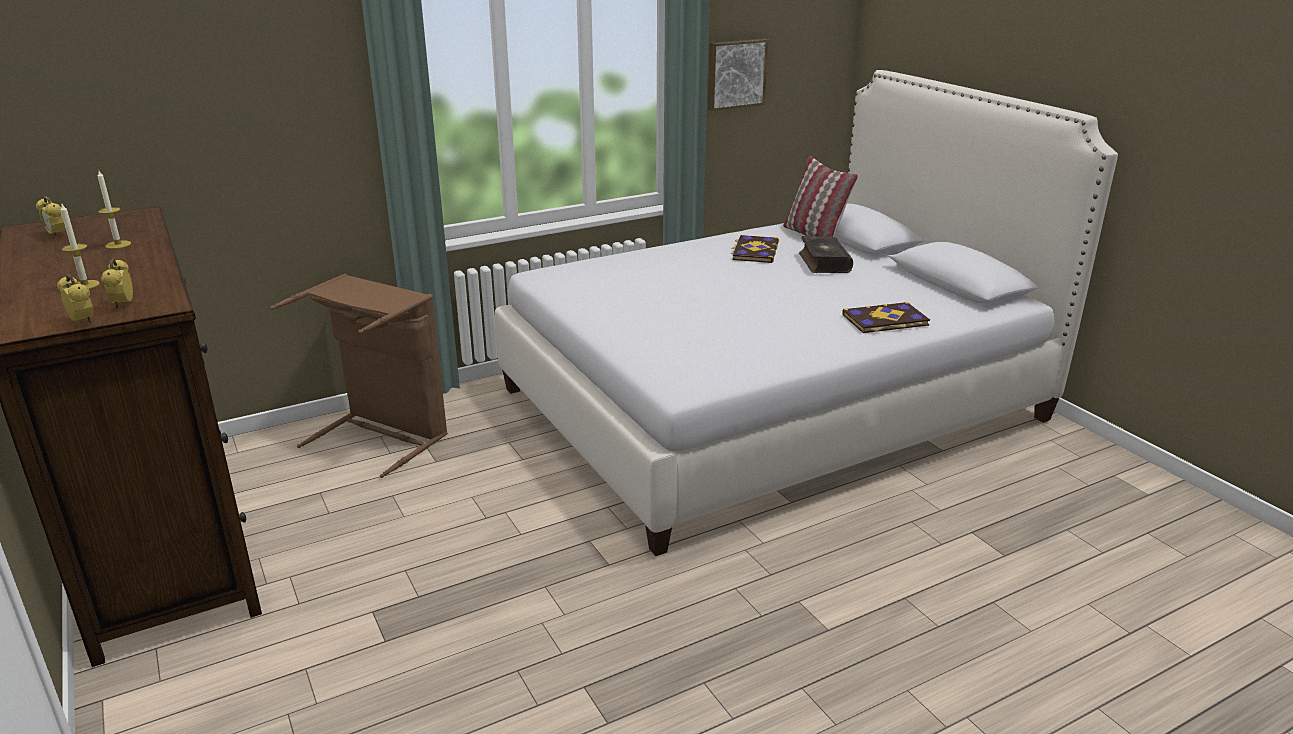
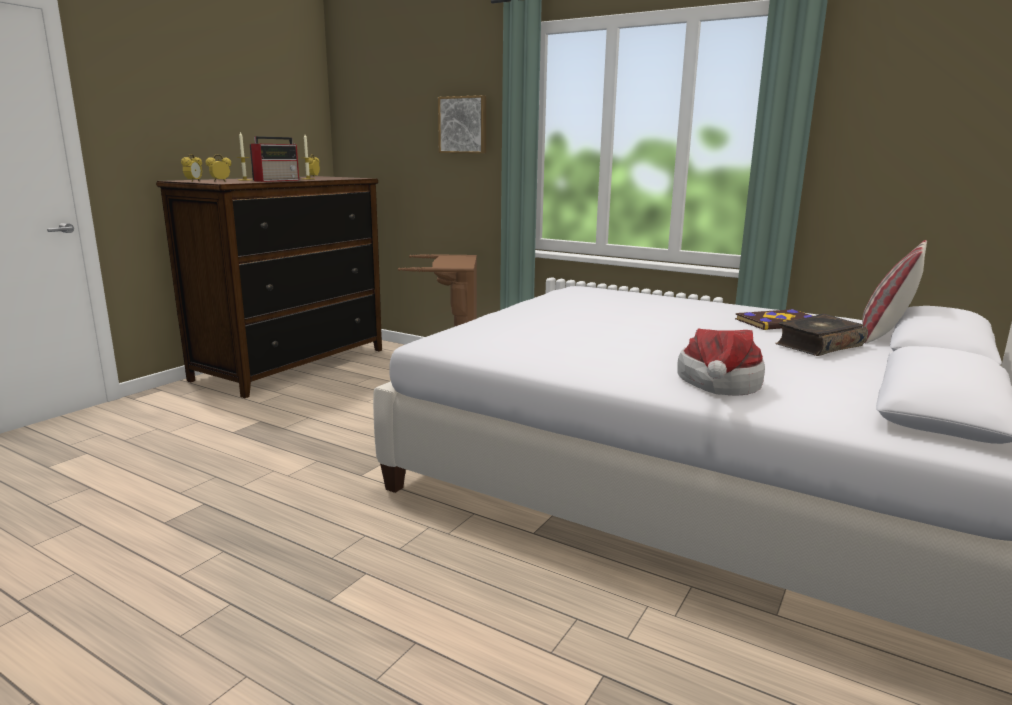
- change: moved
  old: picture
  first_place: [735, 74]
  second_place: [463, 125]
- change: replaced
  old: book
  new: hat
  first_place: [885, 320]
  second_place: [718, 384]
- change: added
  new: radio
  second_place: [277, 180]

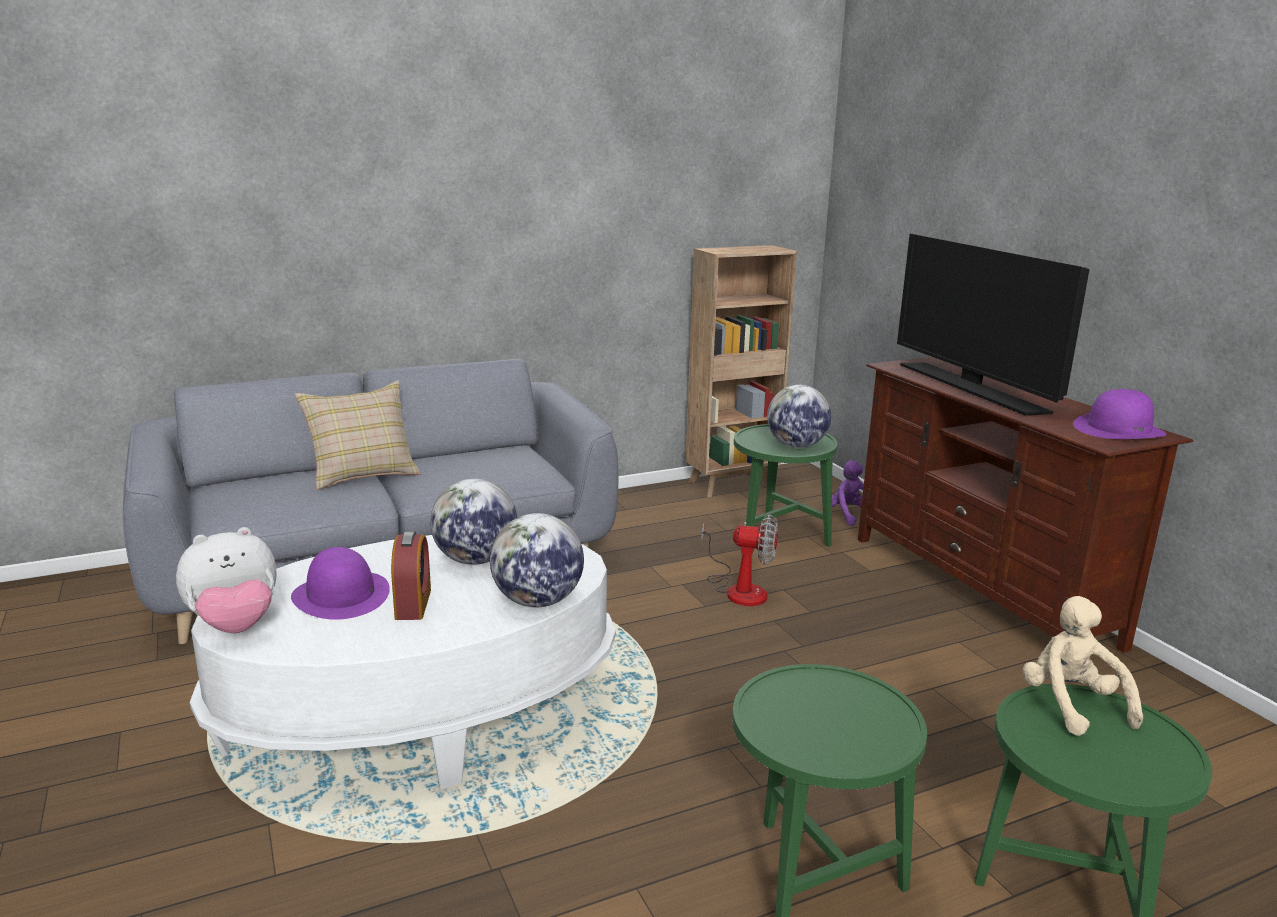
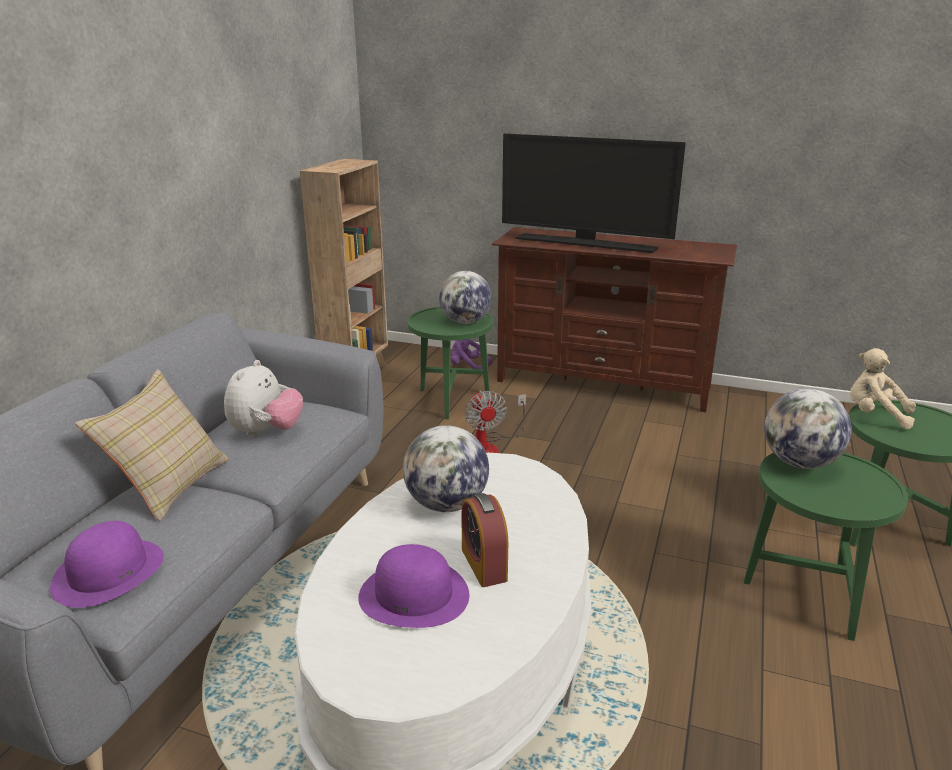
- change: moved
  old: plush toy
  first_place: [235, 625]
  second_place: [266, 432]
- change: turned
  old: alarm clock
  first_place: [413, 604]
  second_place: [484, 564]
  degrees: -150
- change: moved
  old: globe
  first_place: [537, 601]
  second_place: [800, 463]
- change: turned
  old: fan
  first_place: [739, 589]
  second_place: [489, 447]
  degrees: 105
- change: moved
  old: purple hat
  first_place: [1118, 429]
  second_place: [109, 571]

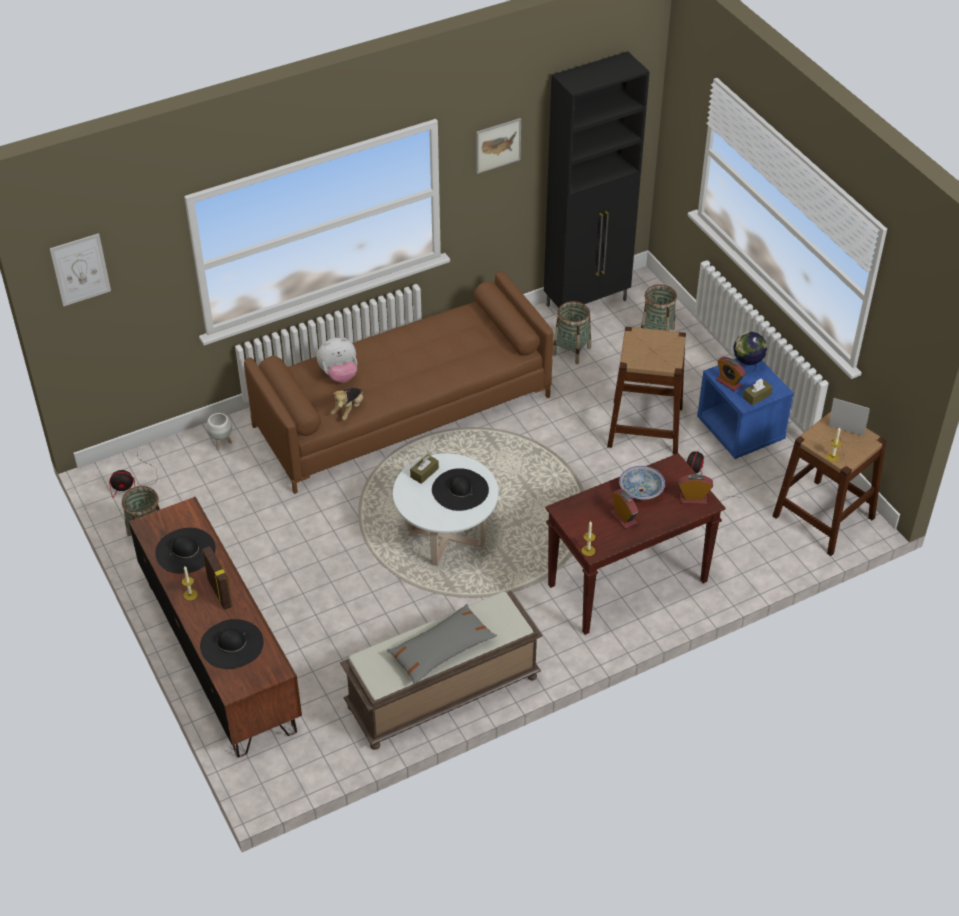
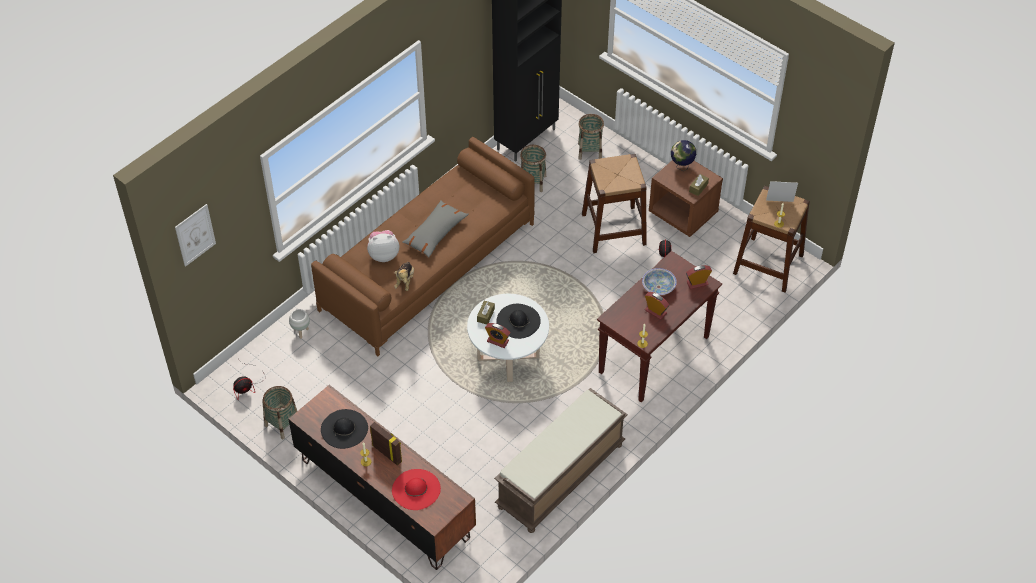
- change: recoloured
  old: black hat
  new: red hat
  first_place: [231, 644]
  second_place: [416, 489]
- change: turned
  old: plush toy
  first_place: [339, 375]
  second_place: [383, 254]
  degrees: -150
- change: moved
  old: grey pillow
  first_place: [441, 650]
  second_place: [435, 233]
- change: removed
  old: picture
  first_place: [498, 145]
- change: recoloured
  old: blue nightstand
  new: brown nightstand
  first_place: [740, 431]
  second_place: [683, 213]
- change: moved
  old: alarm clock
  first_place: [729, 383]
  second_place: [497, 341]

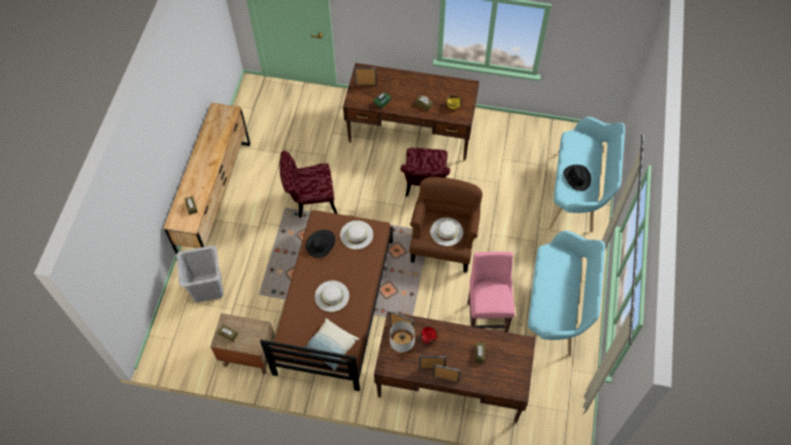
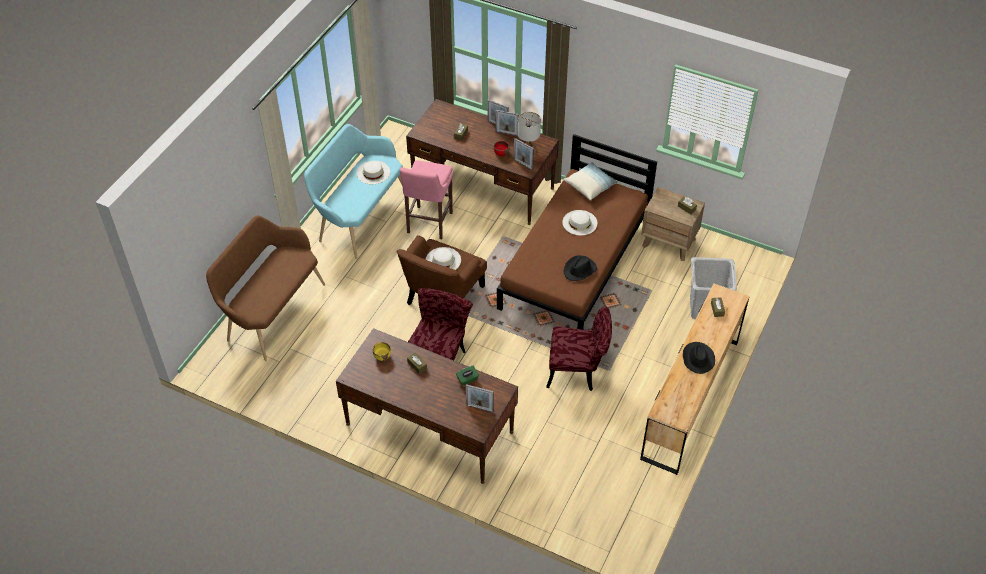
- change: moved
  old: white hat
  first_place: [356, 234]
  second_place: [373, 172]
- change: recoloured
  old: turquoise bench
  new: brown bench
  first_place: [578, 193]
  second_place: [271, 312]
- change: moved
  old: black hat
  first_place: [577, 178]
  second_place: [697, 358]

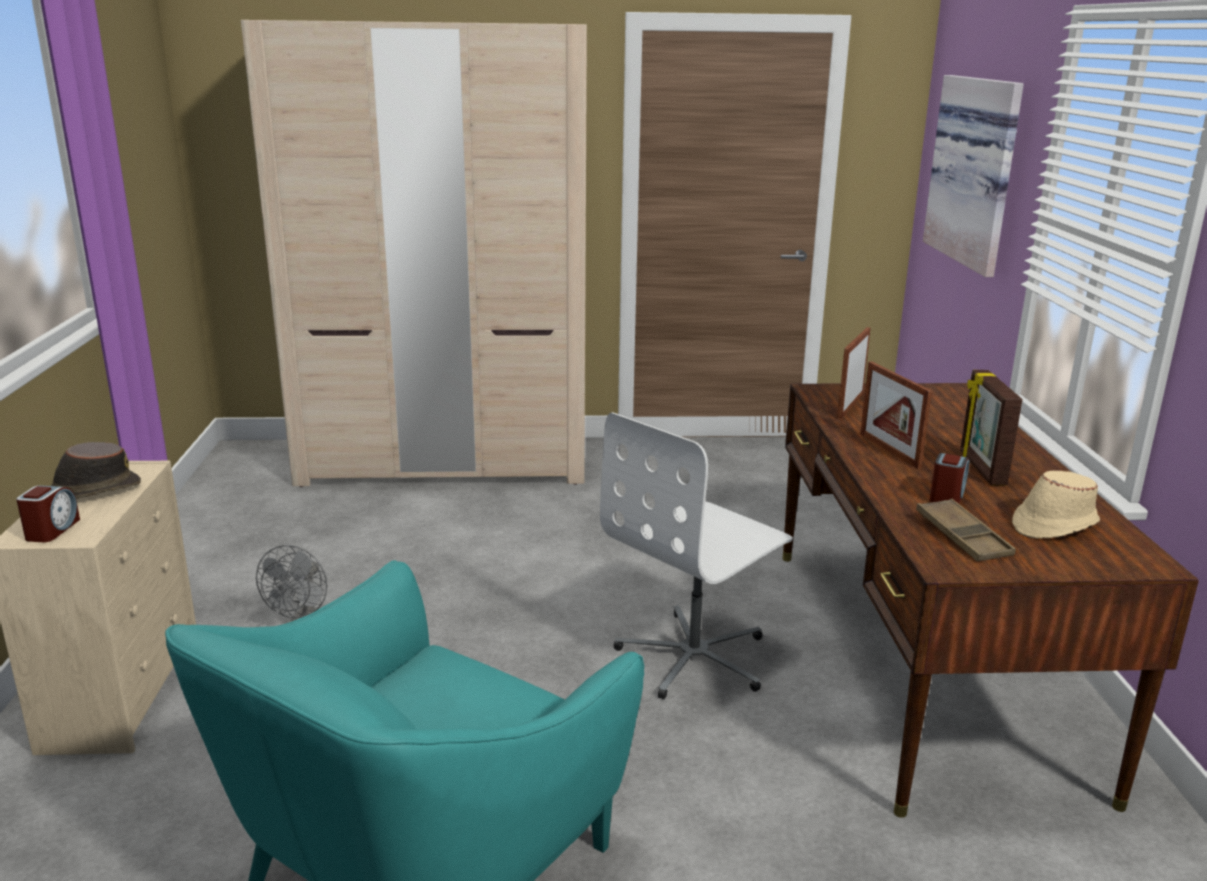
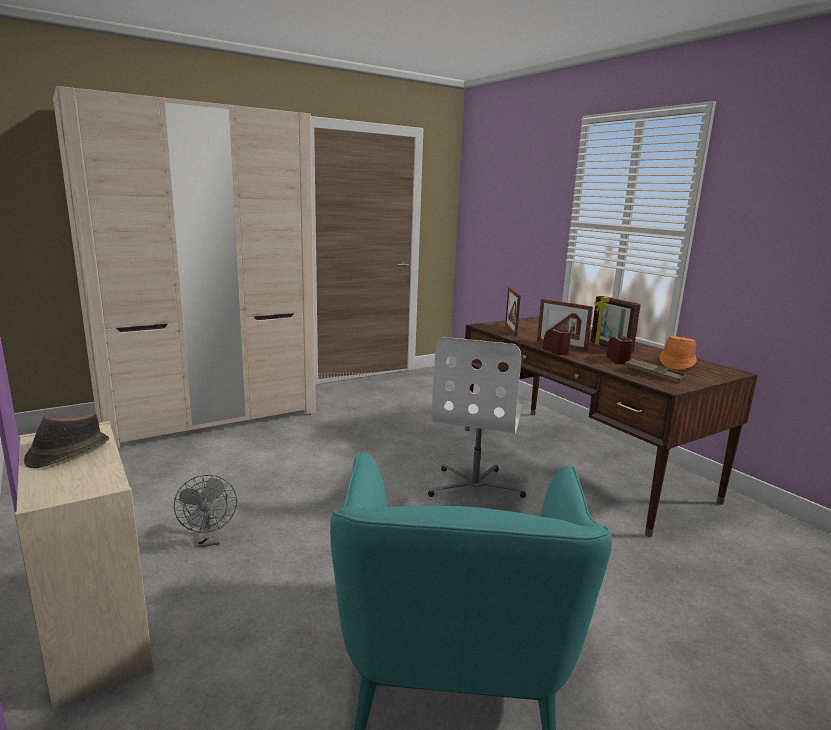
- change: moved
  old: alarm clock
  first_place: [52, 530]
  second_place: [556, 351]
- change: removed
  old: picture
  first_place: [978, 171]
- change: recoloured
  old: beige hat
  new: orange hat
  first_place: [1053, 525]
  second_place: [676, 364]

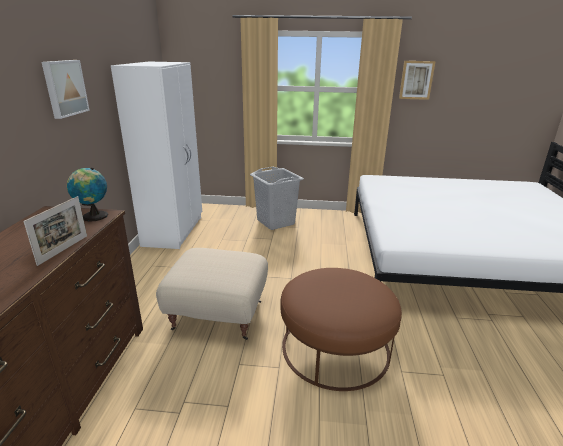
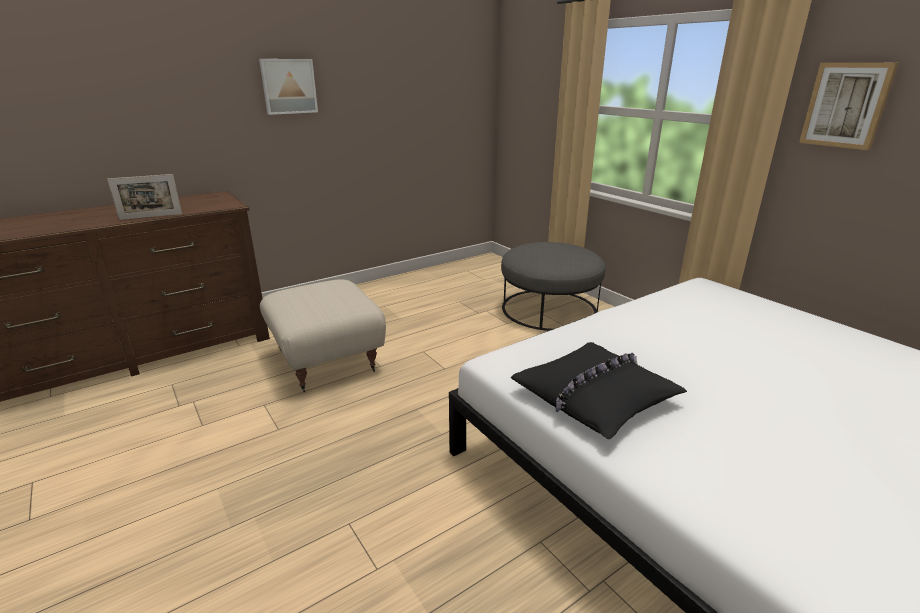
- change: removed
  old: globe
  first_place: [93, 217]
- change: removed
  old: white wardrobe
  first_place: [174, 231]
- change: replaced
  old: grey laundry basket
  new: grey ottoman
  first_place: [275, 222]
  second_place: [548, 309]
- change: removed
  old: brown ottoman
  first_place: [335, 347]
- change: added
  new: black pillow
  second_place: [595, 398]

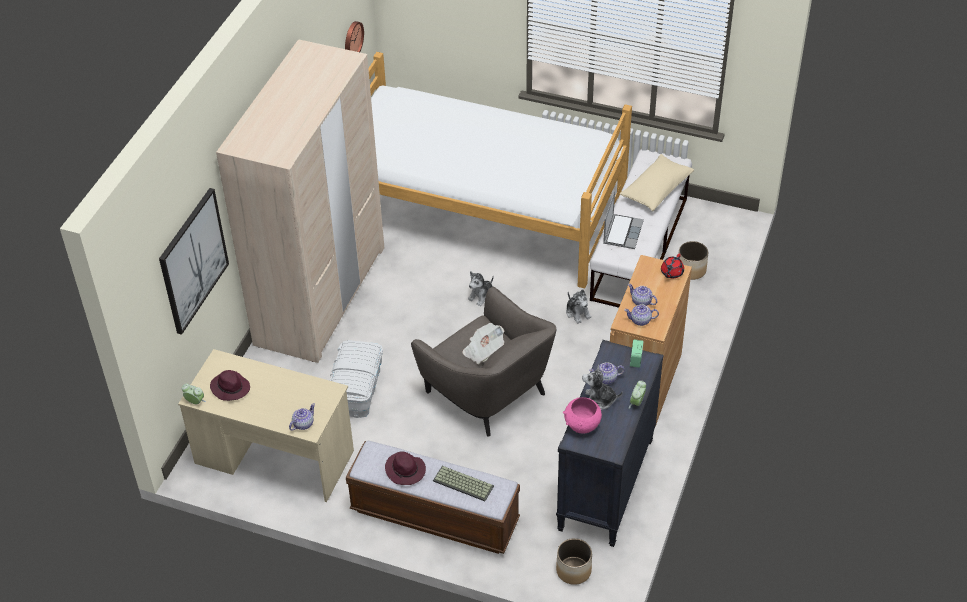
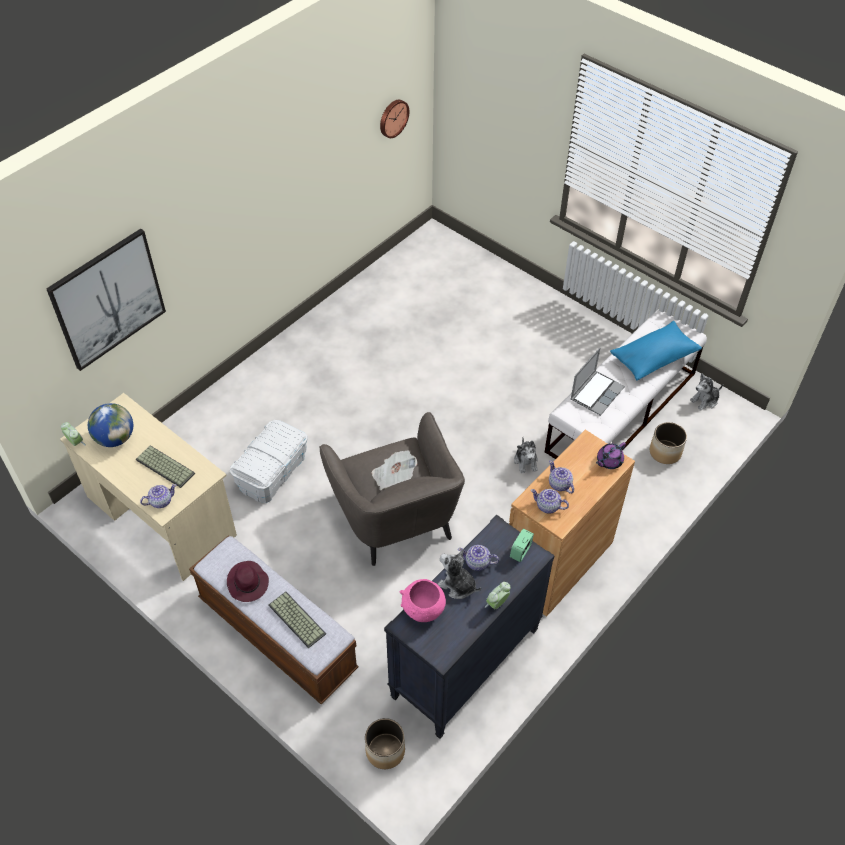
- change: replaced
  old: purple hat
  new: globe
  first_place: [230, 388]
  second_place: [115, 438]
- change: removed
  old: beige wardrobe
  first_place: [320, 295]
- change: removed
  old: bed
  first_place: [479, 210]
- change: moved
  old: plush toy
  first_place: [482, 296]
  second_place: [705, 400]
- change: recoloured
  old: beige pillow
  new: blue pillow
  first_place: [656, 190]
  second_place: [653, 358]
- change: recoloured
  old: red teapot
  new: purple teapot
  first_place: [671, 273]
  second_place: [609, 461]
- change: added
  new: keyboard
  second_place: [164, 467]

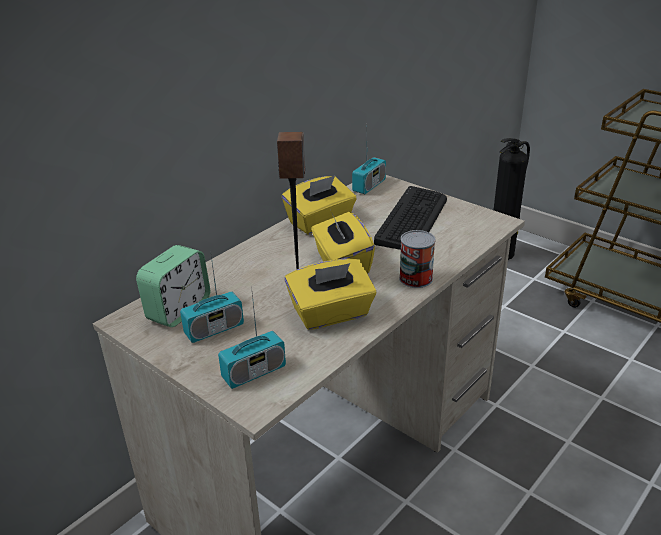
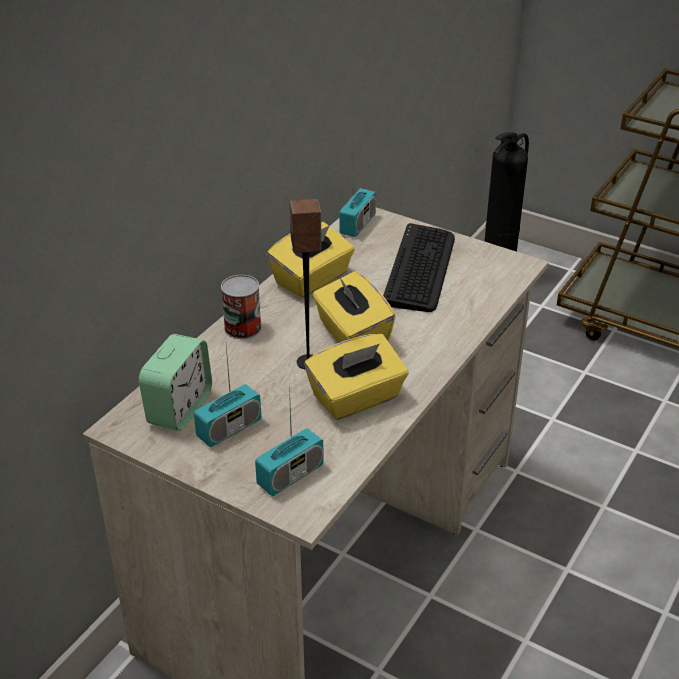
- change: moved
  old: can
  first_place: [415, 278]
  second_place: [242, 327]

